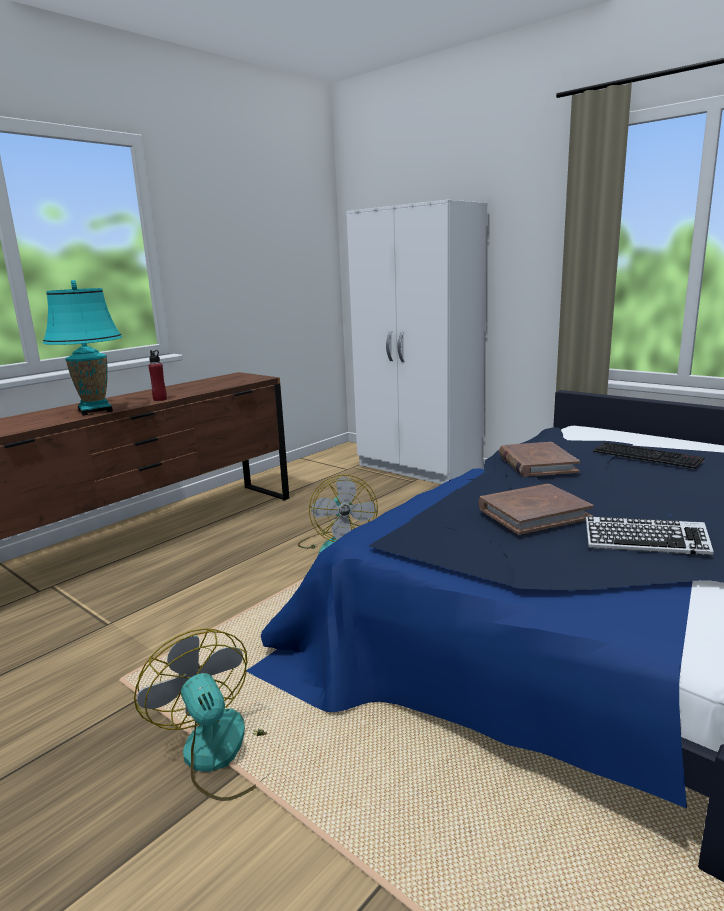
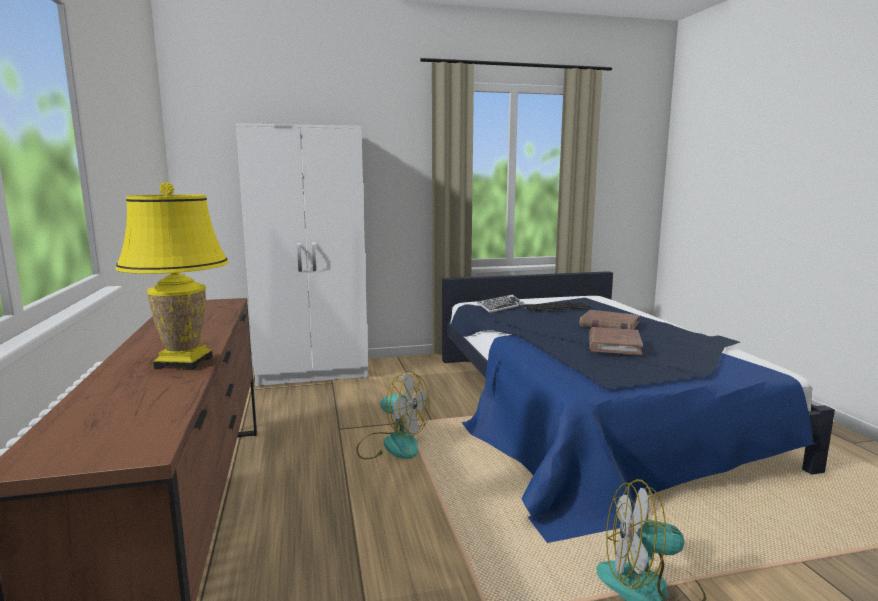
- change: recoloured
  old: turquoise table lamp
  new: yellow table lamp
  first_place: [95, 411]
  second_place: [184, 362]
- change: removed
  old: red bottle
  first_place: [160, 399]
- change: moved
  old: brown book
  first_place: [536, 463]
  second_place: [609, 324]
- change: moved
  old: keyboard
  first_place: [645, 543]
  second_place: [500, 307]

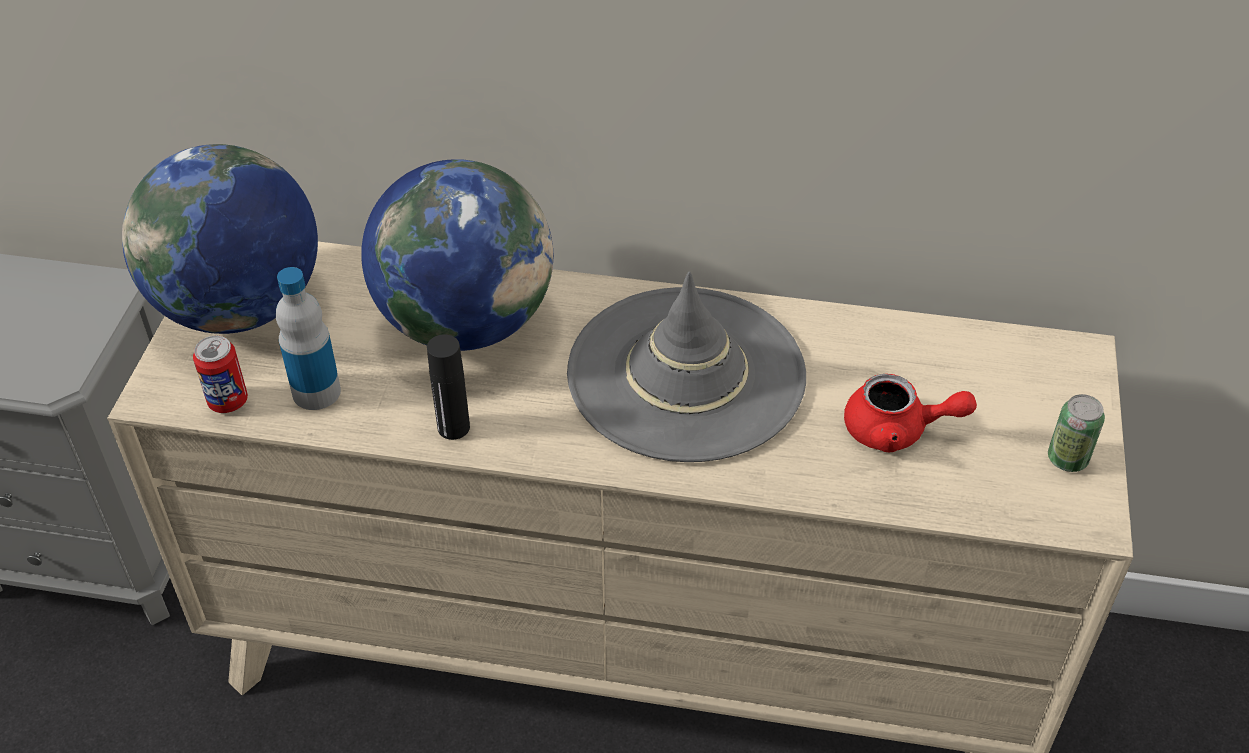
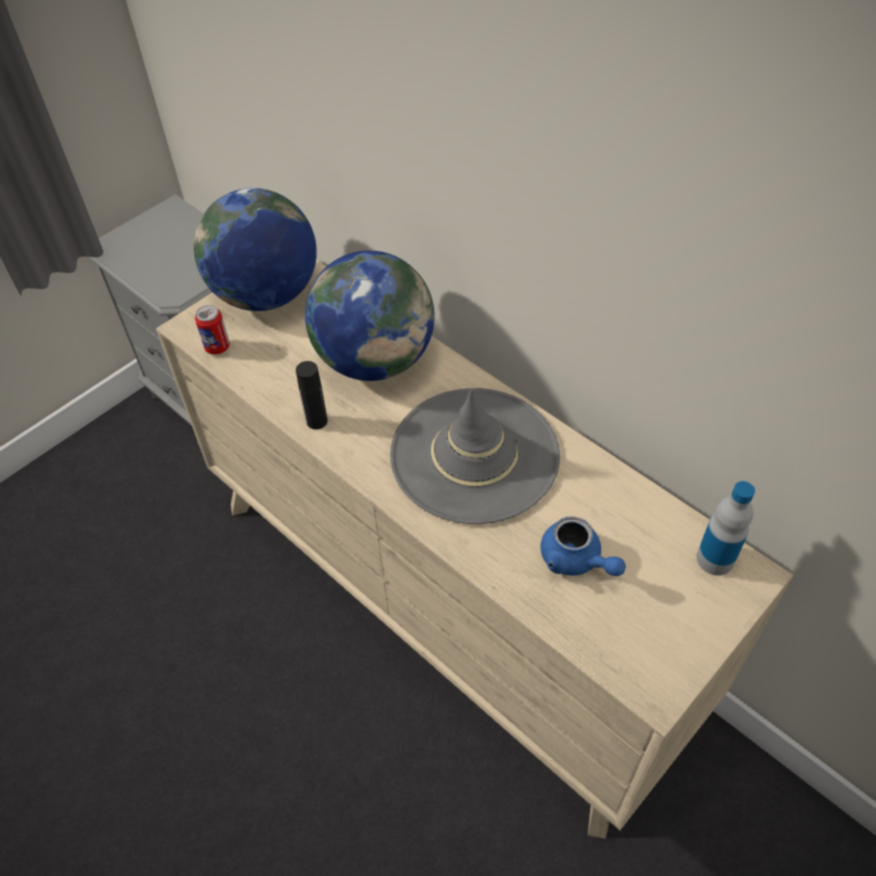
- change: moved
  old: bottle
  first_place: [316, 392]
  second_place: [715, 559]
- change: recoloured
  old: red teapot
  new: blue teapot
  first_place: [897, 430]
  second_place: [576, 560]
- change: removed
  old: can
  first_place: [1067, 459]

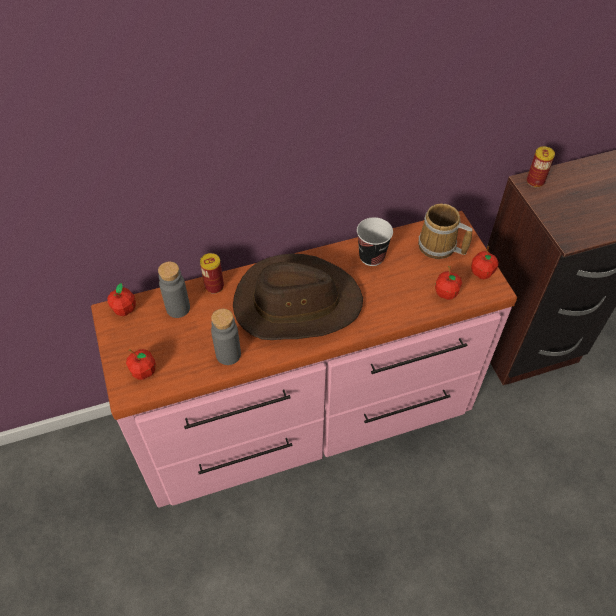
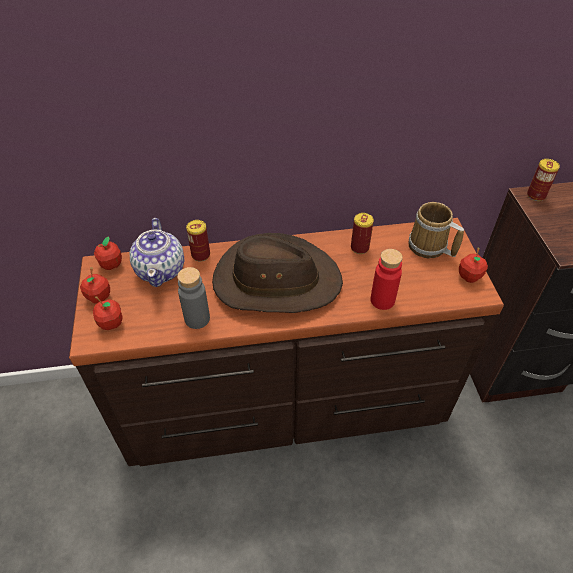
- change: recoloured
  old: pink dresser
  new: brown dresser
  first_place: [307, 416]
  second_place: [286, 402]
- change: replaced
  old: grey bottle
  new: teapot
  first_place: [178, 308]
  second_place: [161, 270]
- change: replaced
  old: cup
  new: can
  first_place: [372, 257]
  second_place: [359, 248]
- change: moved
  old: apple
  first_place: [446, 293]
  second_place: [99, 297]
- change: added
  new: red bottle
  second_place: [382, 300]

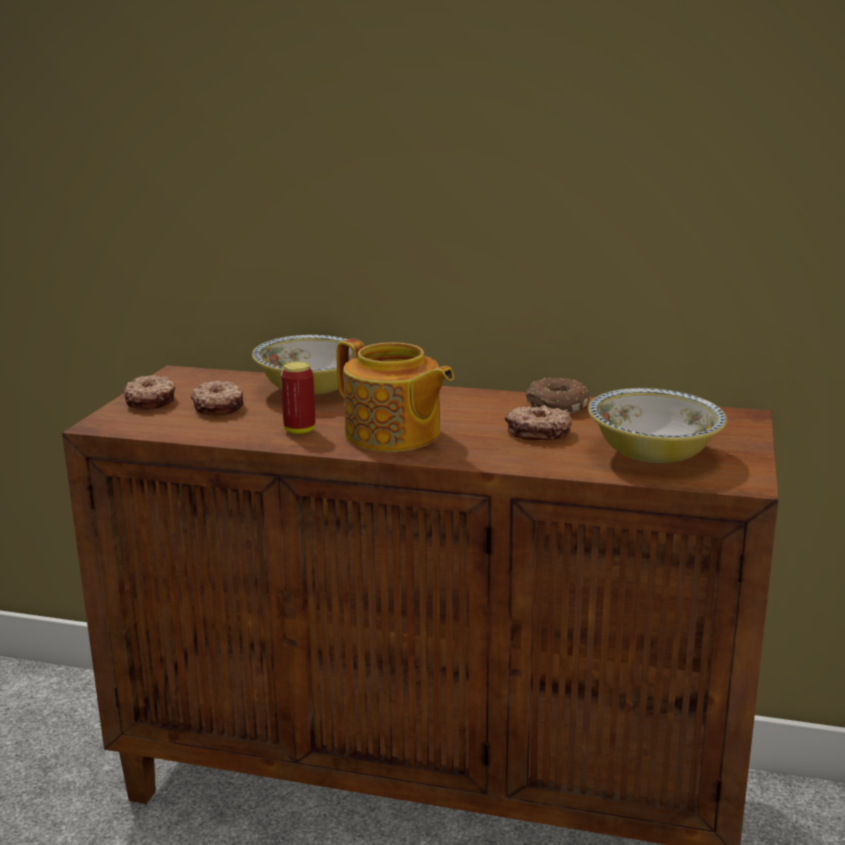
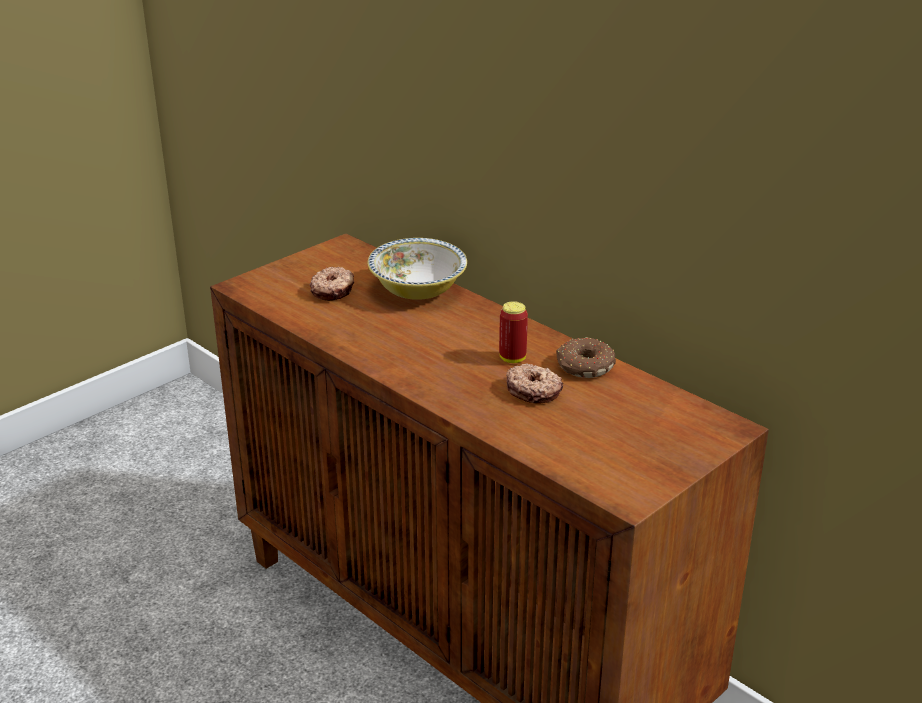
- change: removed
  old: donut
  first_place: [151, 401]
- change: moved
  old: can
  first_place: [299, 430]
  second_place: [512, 358]
- change: removed
  old: teapot
  first_place: [393, 435]
- change: removed
  old: bowl
  first_place: [653, 454]

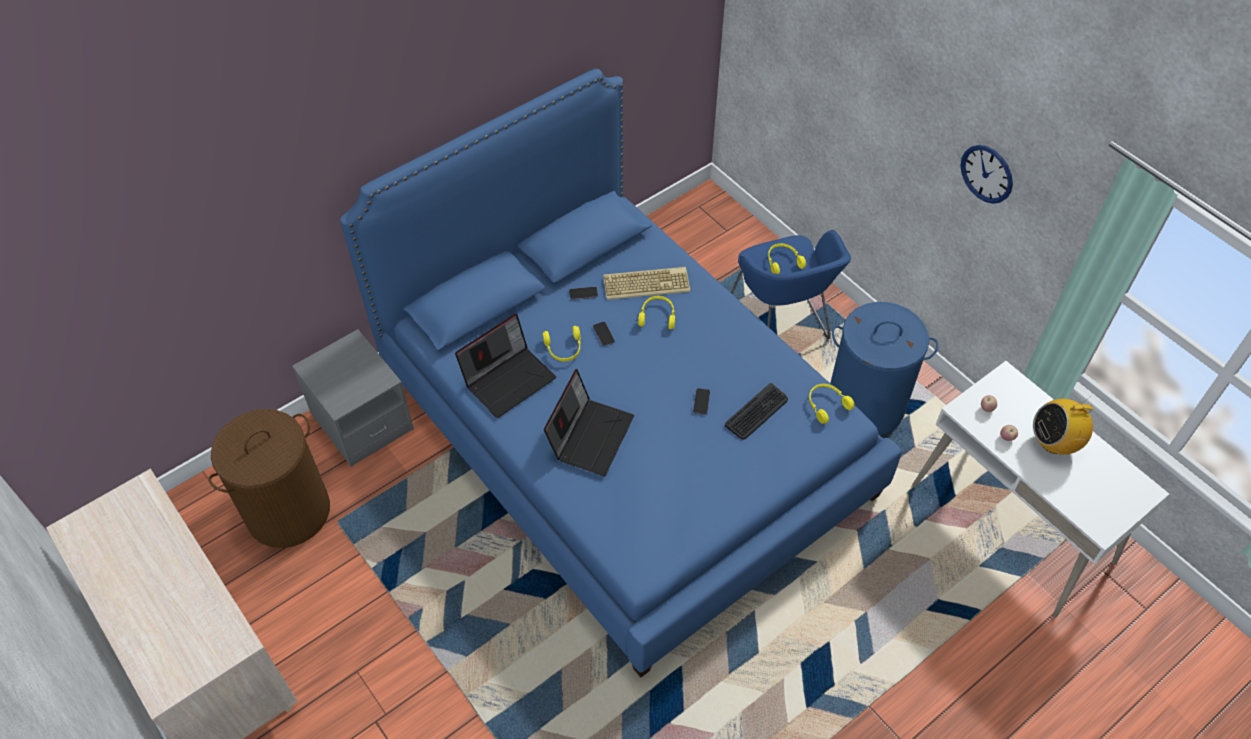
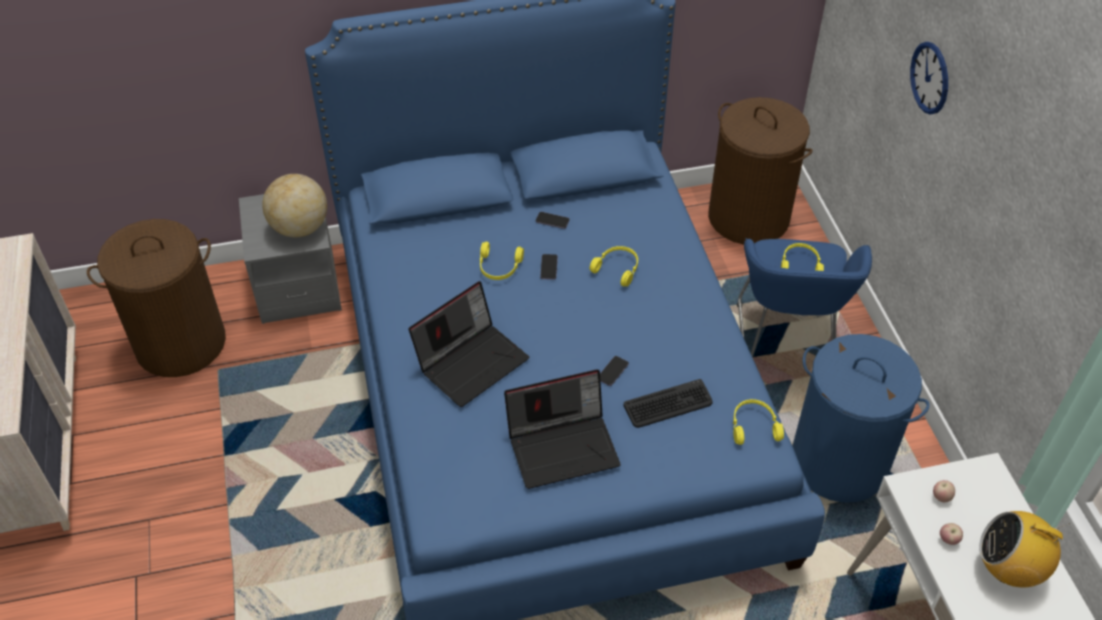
- change: moved
  old: laptop
  first_place: [509, 379]
  second_place: [563, 446]
- change: removed
  old: keyboard
  first_place: [647, 283]
- change: moved
  old: wall clock
  first_place: [987, 174]
  second_place: [930, 78]
- change: added
  new: globe
  second_place: [299, 228]
- change: added
  new: brown laundry basket
  second_place: [749, 217]

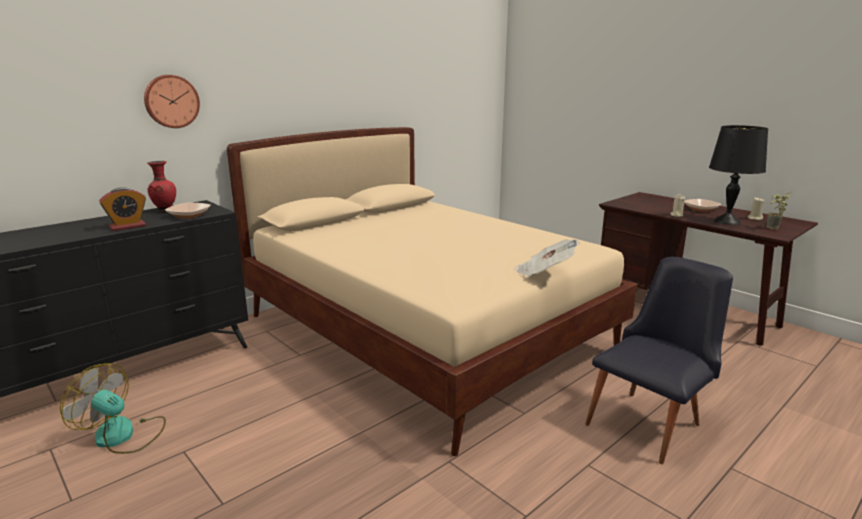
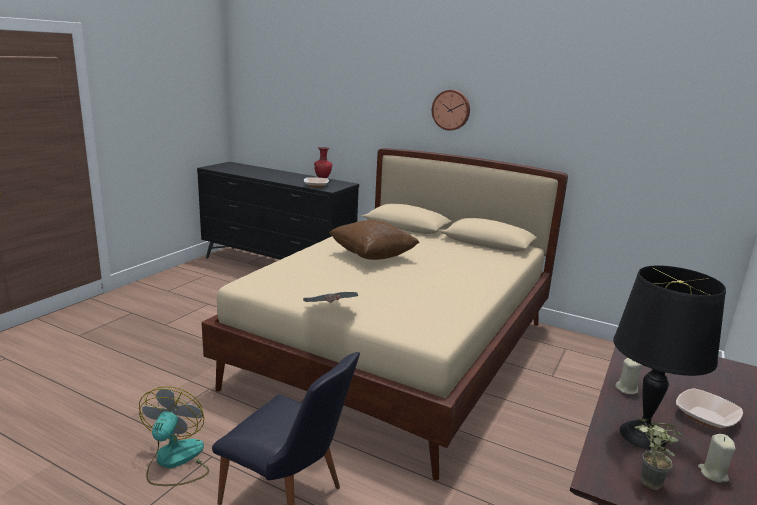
- change: moved
  old: fan
  first_place: [123, 436]
  second_place: [175, 461]
- change: removed
  old: alarm clock
  first_place: [127, 226]
- change: moved
  old: wall clock
  first_place: [171, 101]
  second_place: [451, 110]
- change: added
  new: brown pillow
  second_place: [372, 256]

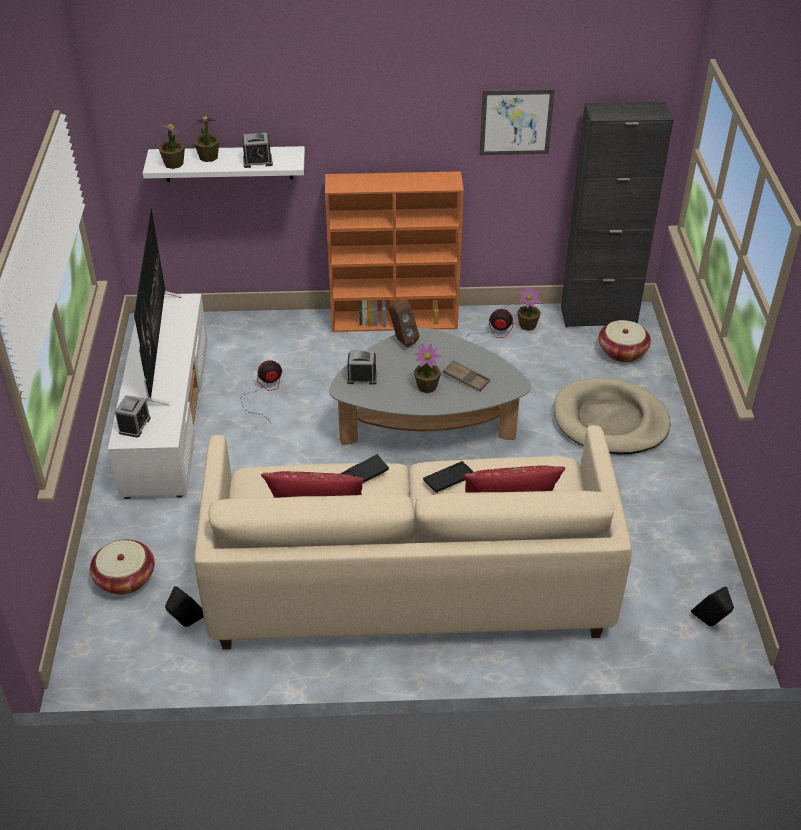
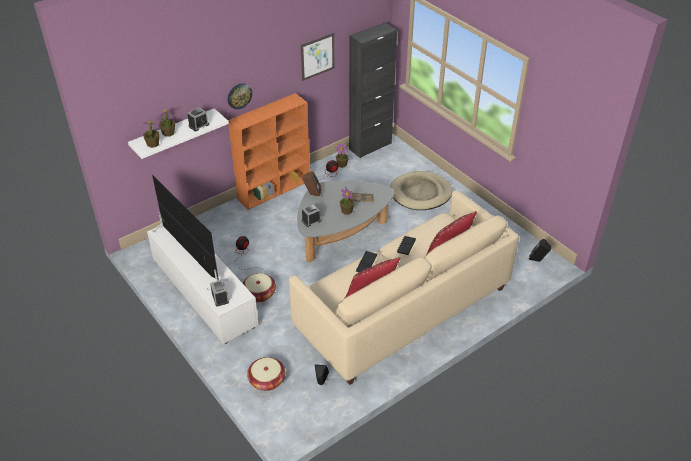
- change: moved
  old: basket
  first_place: [622, 351]
  second_place: [259, 294]
- change: added
  new: wall clock
  second_place: [239, 96]

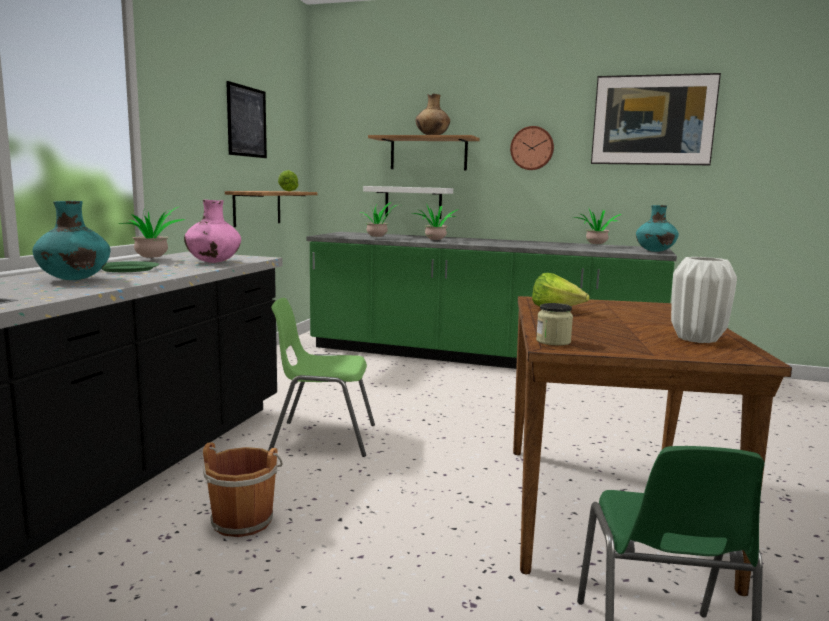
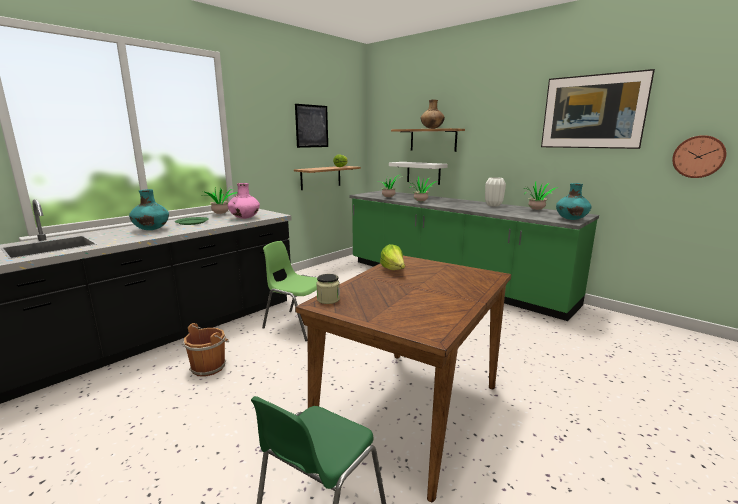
- change: moved
  old: wall clock
  first_place: [532, 148]
  second_place: [698, 156]
- change: moved
  old: white vase
  first_place: [696, 339]
  second_place: [493, 205]

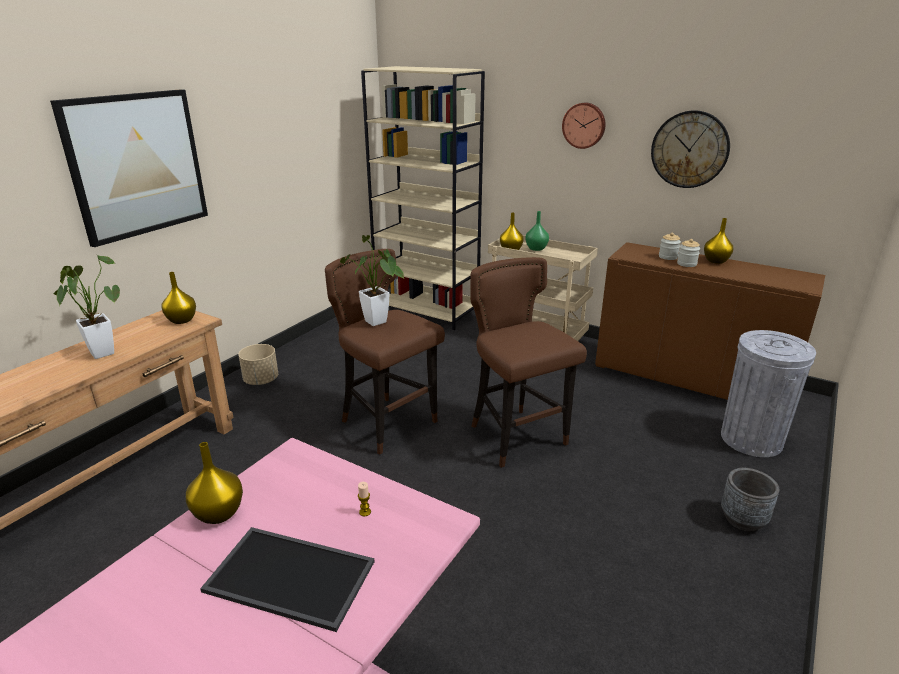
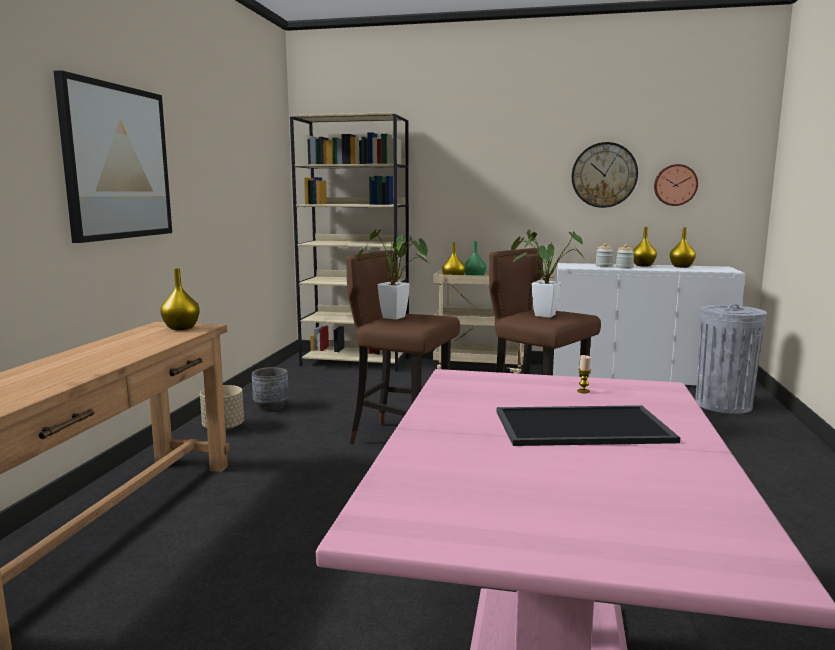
- change: moved
  old: potted plant
  first_place: [101, 351]
  second_place: [540, 315]
- change: moved
  old: yellow vase
  first_place: [219, 514]
  second_place: [682, 267]
- change: moved
  old: wall clock
  first_place: [584, 125]
  second_place: [675, 185]
- change: recoloured
  old: brown cabinet
  new: white cabinet
  first_place: [690, 378]
  second_place: [637, 377]
- change: moved
  old: grey planter
  first_place: [742, 520]
  second_place: [271, 407]

